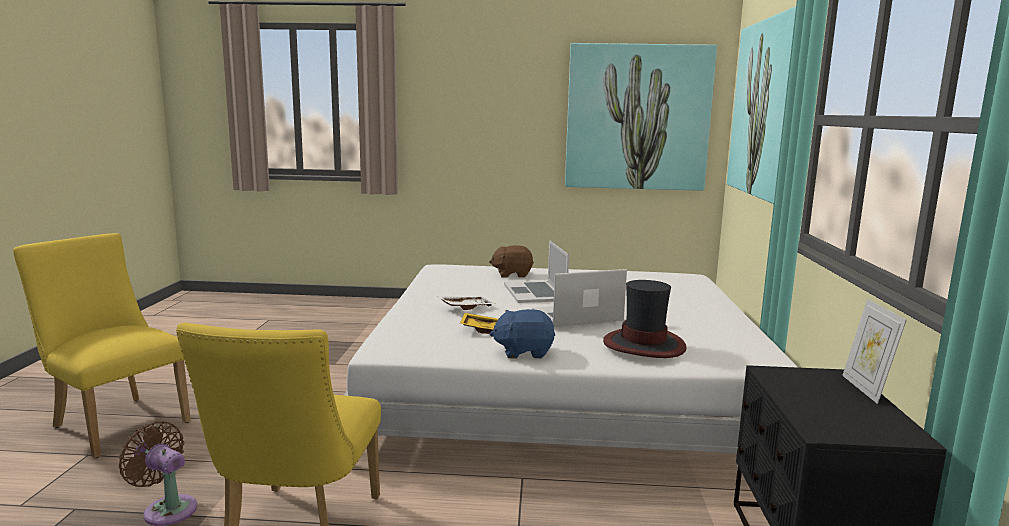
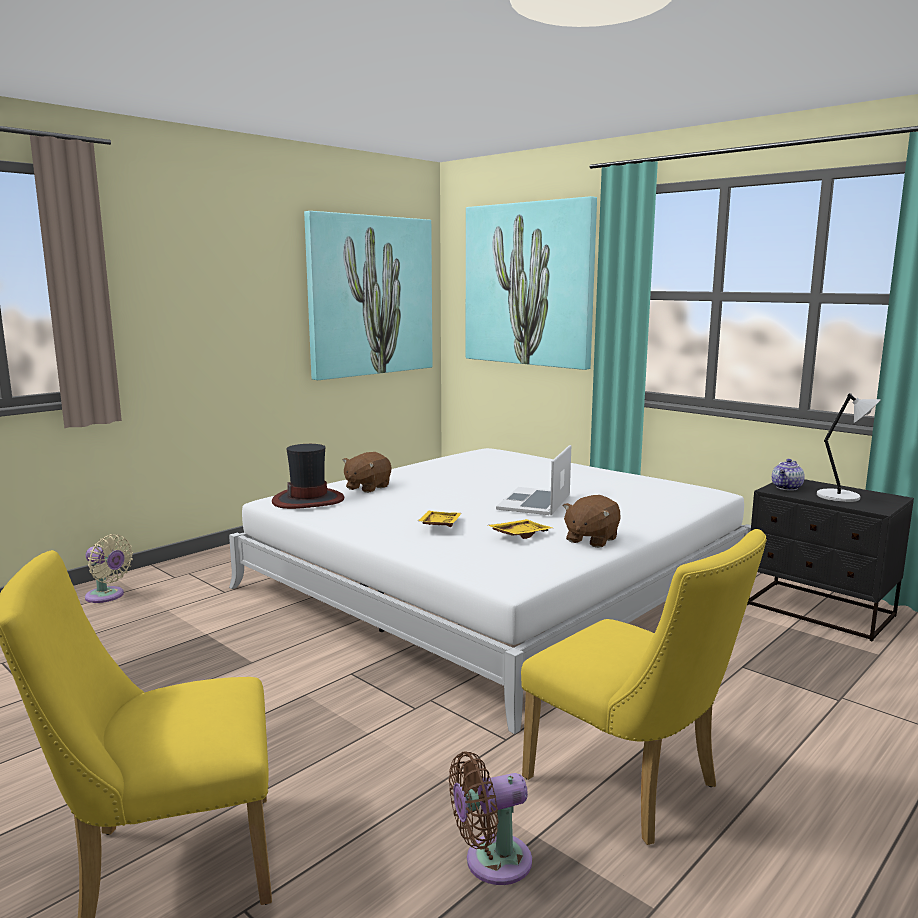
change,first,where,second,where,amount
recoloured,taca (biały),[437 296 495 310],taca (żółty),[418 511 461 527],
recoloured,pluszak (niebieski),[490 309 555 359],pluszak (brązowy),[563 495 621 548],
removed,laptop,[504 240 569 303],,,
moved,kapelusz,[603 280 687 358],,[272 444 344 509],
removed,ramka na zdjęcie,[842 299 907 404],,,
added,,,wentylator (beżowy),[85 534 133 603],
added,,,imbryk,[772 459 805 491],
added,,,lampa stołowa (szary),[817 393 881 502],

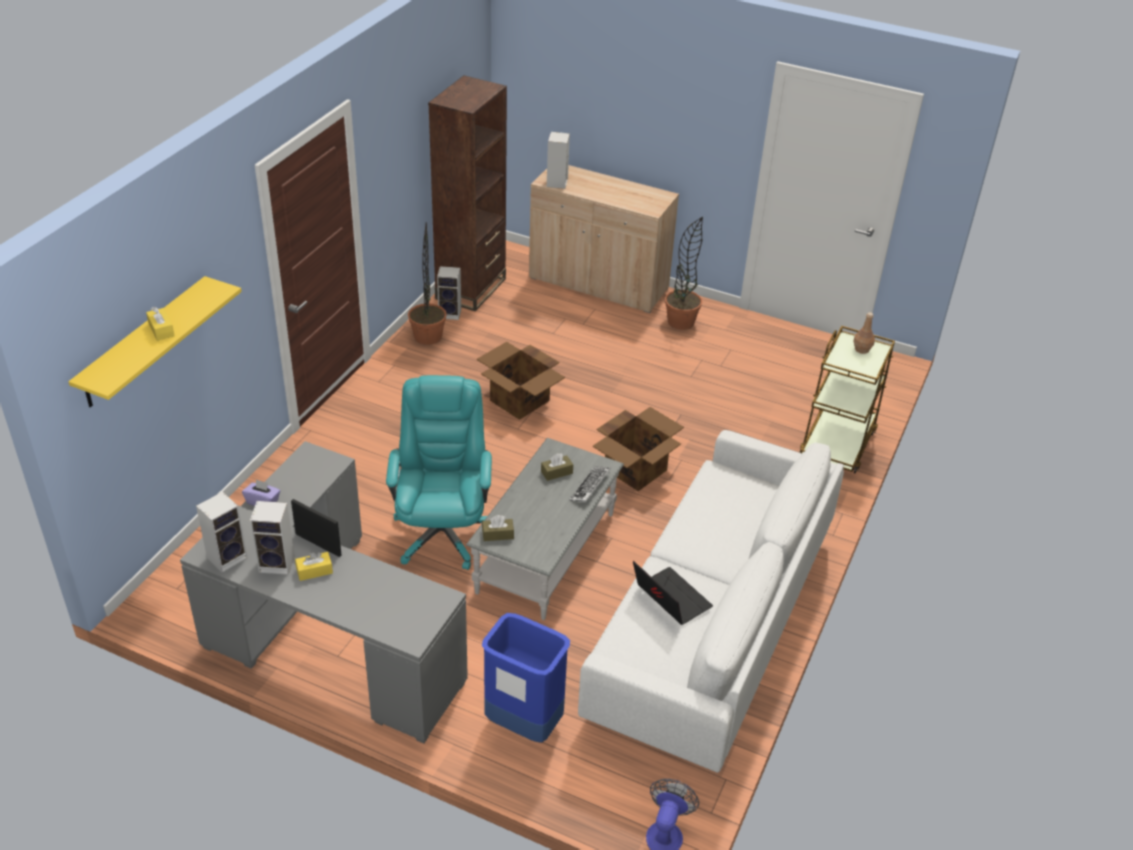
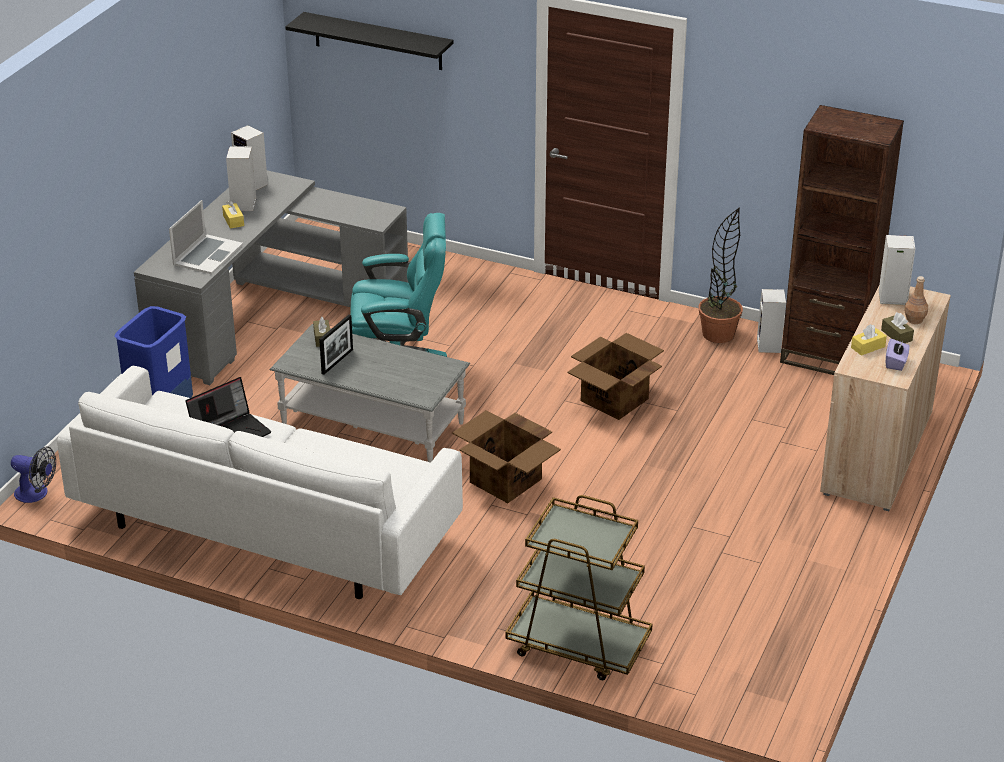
change,first,where,second,where,amount
recoloured,półka (żółty),[68 276 242 407],półka (czarny),[285 12 454 70],
moved,pudełko chusteczek (żółty),[146 307 175 341],,[851 324 887 356],
moved,pudełko chusteczek (fioletowy),[242 479 280 506],,[886 338 910 371],
moved,ramka na zdjęcie,[291 499 342 557],,[319 315 353 375],
moved,pudełko chusteczek (brązowy),[541 453 573 481],,[881 312 914 343],
removed,klawiatura,[569 467 611 502],,,
removed,roślina doniczkowa,[665 217 703 330],,,
moved,butelka (brązowy),[854 312 875 354],,[904 276 928 324],
added,,,laptop,[169 200 243 274],

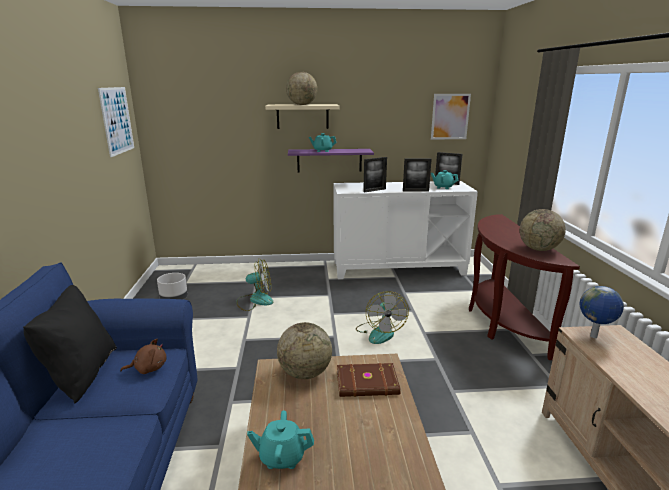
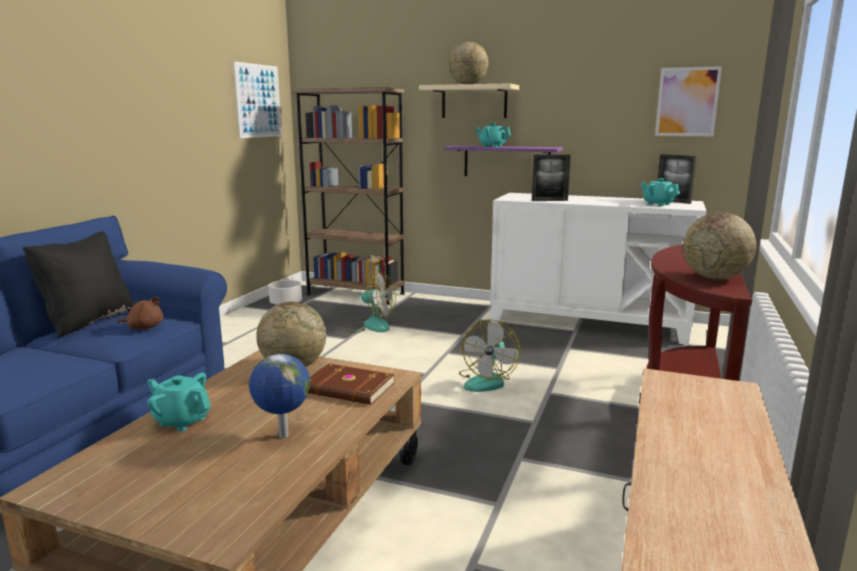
change,first,where,second,where,amount
removed,ramka na zdjęcie,[403 158 432 192],,,
moved,globus,[579 286 624 338],,[249 354 310 438],
added,,,regał (brązowy),[293 87 405 305],

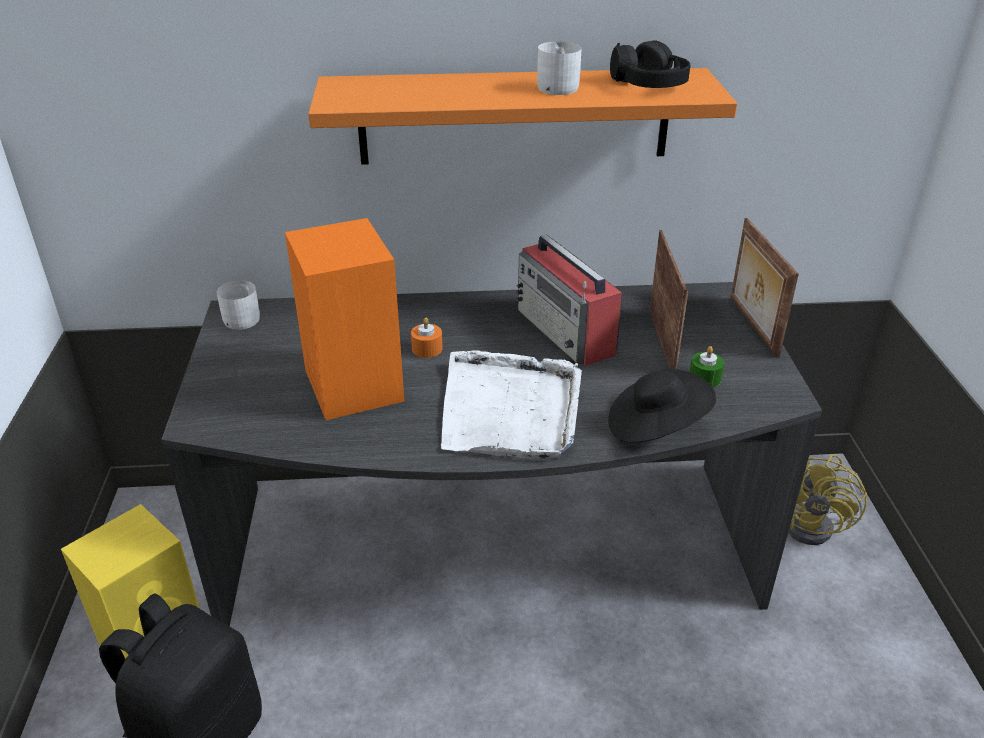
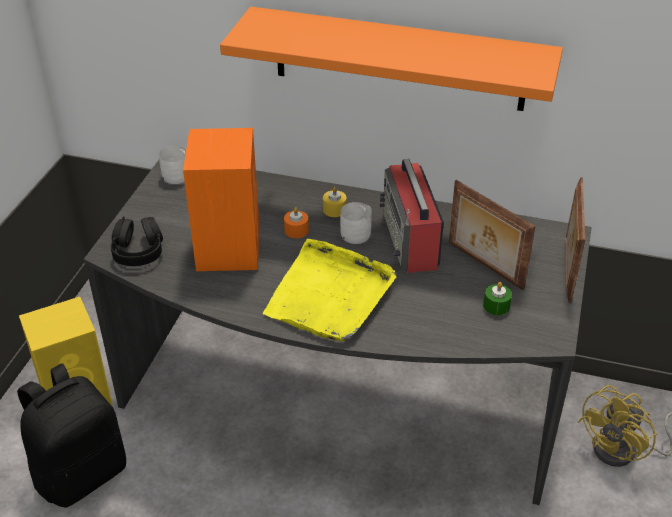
change,first,where,second,where,amount
recoloured,taca (biały),[441 350 582 459],taca (żółty),[263 239 396 342],
moved,kubek (biały),[537 41 582 95],,[340 202 372 244],
removed,kapelusz (czarny),[608 369 716 443],,,
moved,słuchawki (czarny),[610 40 690 88],,[111 216 163 266],
turned,ramka na zdjęcie,[650 230 688 369],,[449 180 535 290],120 degrees clockwise
added,,,świeca (żółty),[323 187 347 217],

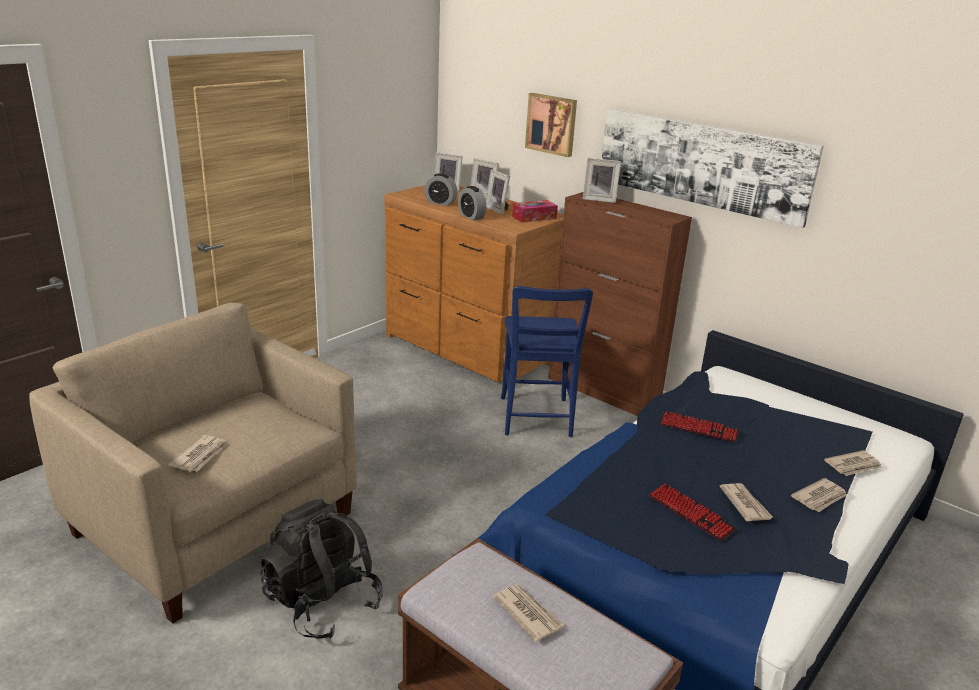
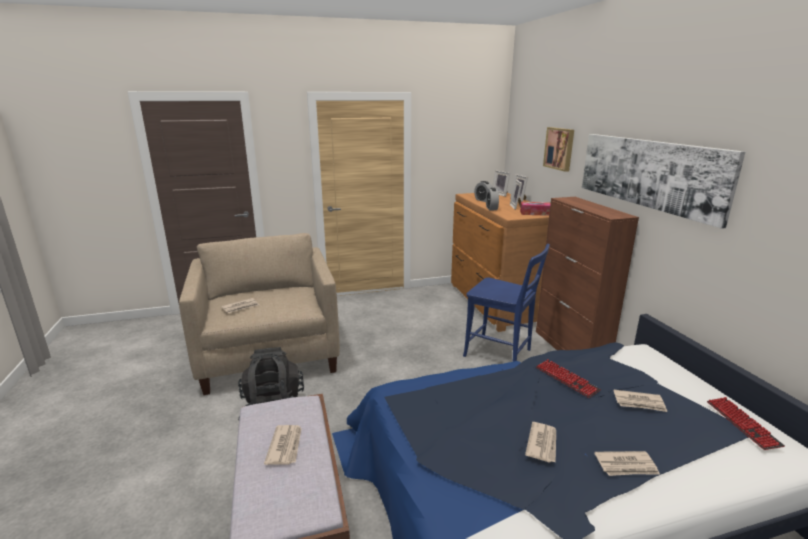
change,first,where,second,where,amount
turned,krzesło (niebieski),[501 286 593 437],,[463 244 550 361],90 degrees counterclockwise
removed,ramka na zdjęcie,[583 158 621 203],,,
moved,klawiatura,[649 483 737 541],,[707 397 785 450],
moved,gazeta,[824 450 882 476],,[613 390 667 412],

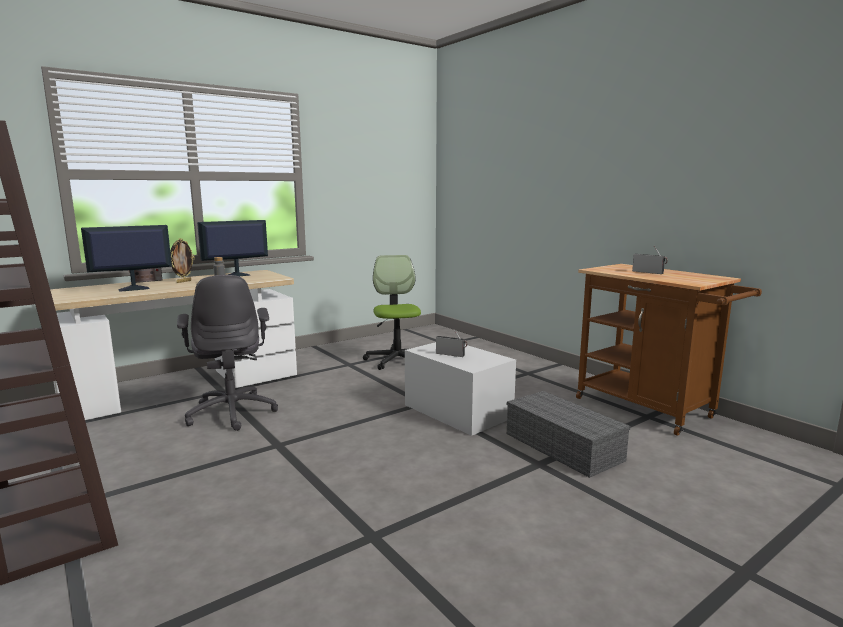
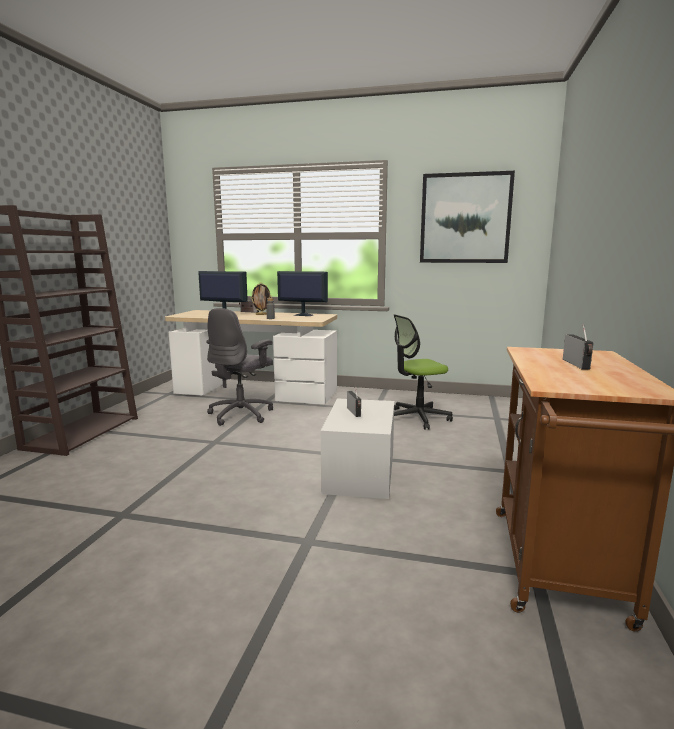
change,first,where,second,where,amount
turned,krzesło biurowe,[363 255 421 370],,[394 314 453 430],150 degrees counterclockwise
removed,pojemnik do przechowywania (szary),[507 391 631 478],,,
added,,,obraz,[420 171 515 263],

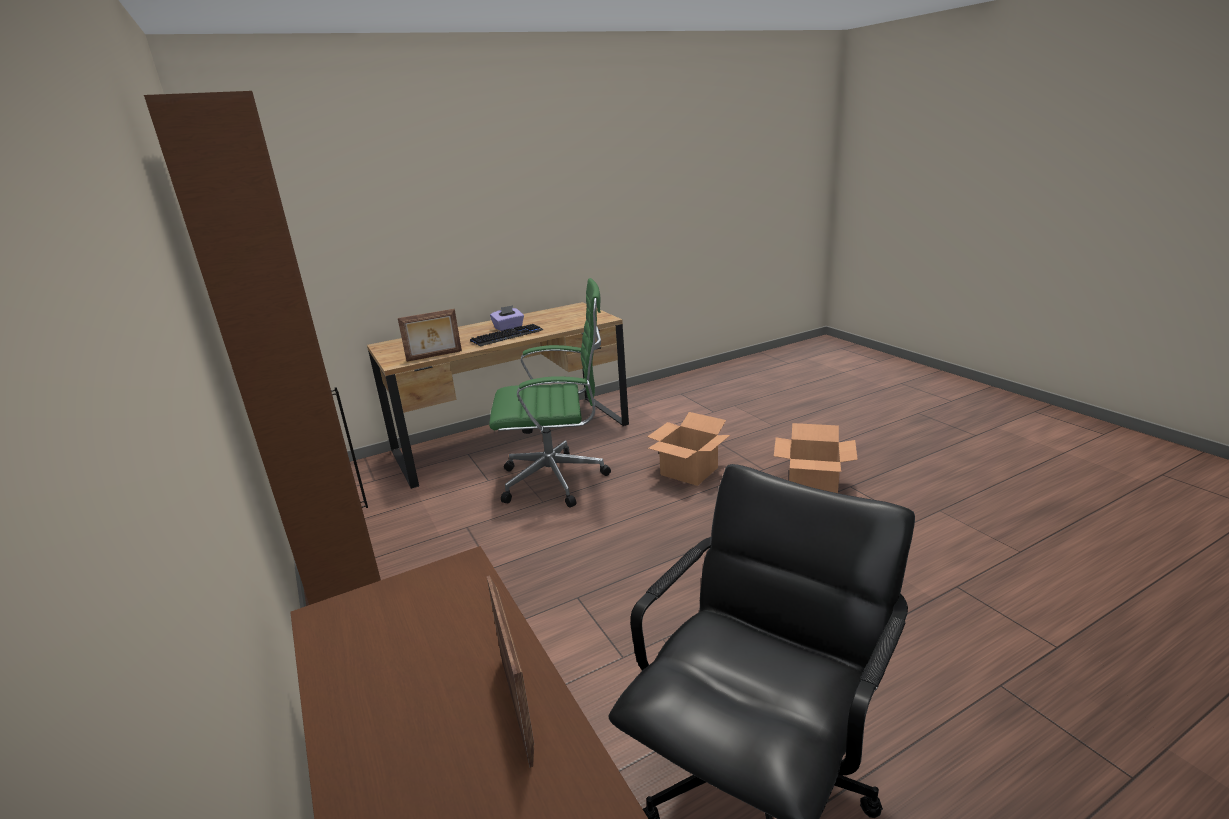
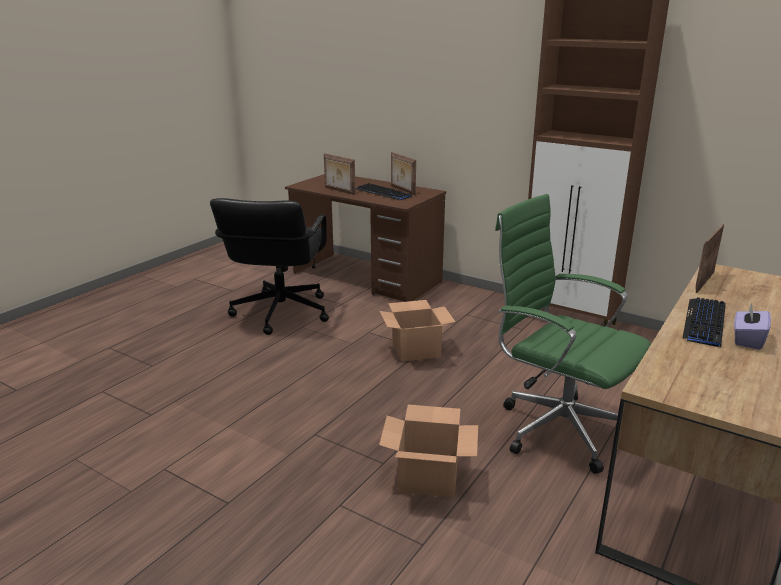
change,first,where,second,where,amount
turned,krzesło biurowe (zielony),[489 278 611 508],,[495 194 651 474],75 degrees clockwise
moved,karton,[774 423 858 493],,[380 300 455 362],
added,,,klawiatura,[356 183 412 200],
added,,,ramka na zdjęcie,[391 152 416 195],

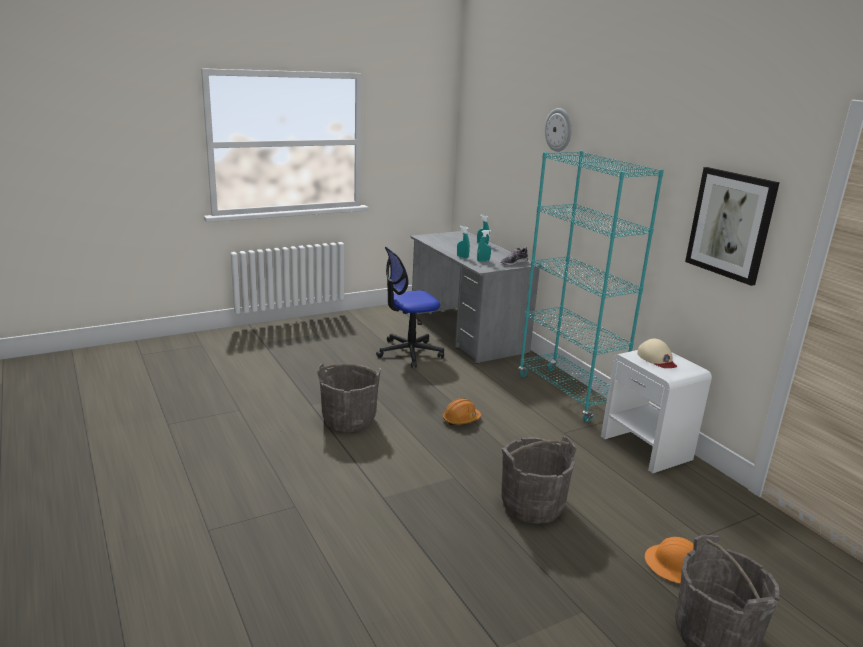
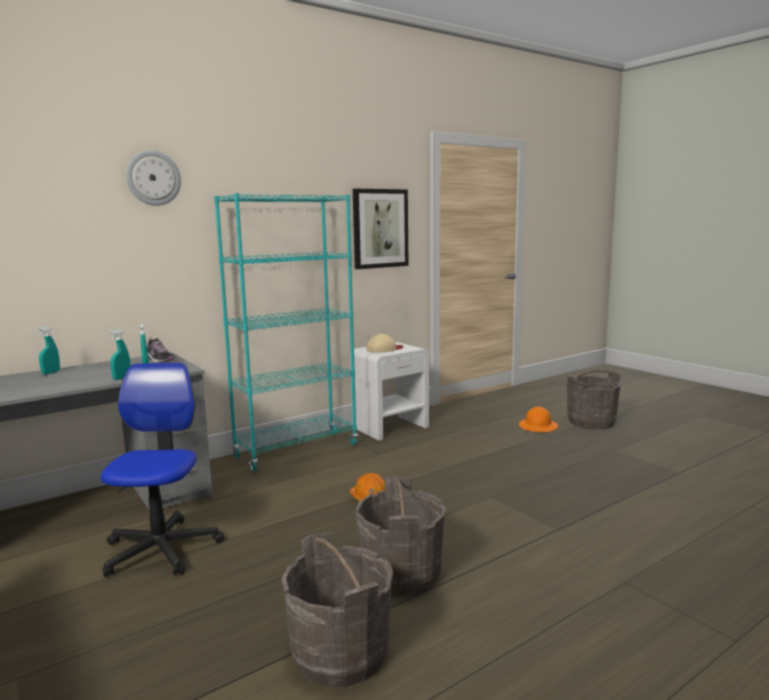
change,first,where,second,where,amount
turned,krzesło biurowe,[376 246 444 368],,[101 363 225 577],150 degrees counterclockwise
moved,wiadro (szary),[501 437 576 524],,[282 533 393 688],

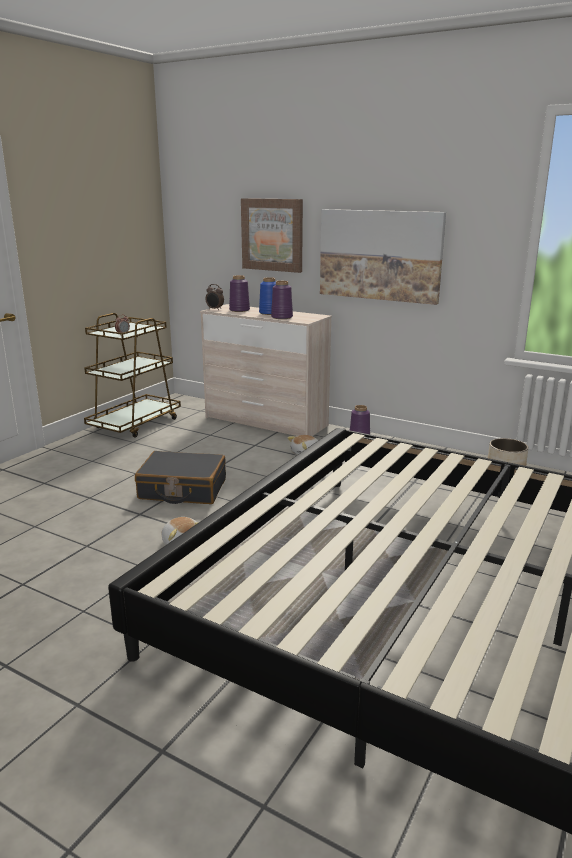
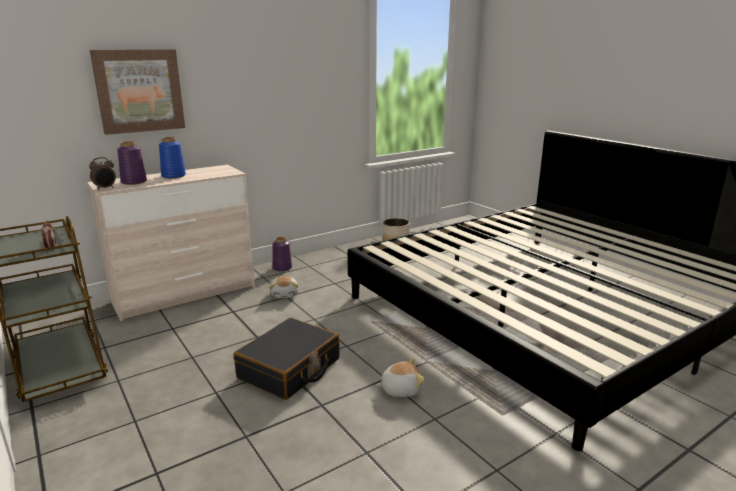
change,first,where,second,where,amount
removed,wazon (fioletowy),[271 281 293 319],,,
removed,obraz,[320 209 446 305],,,

